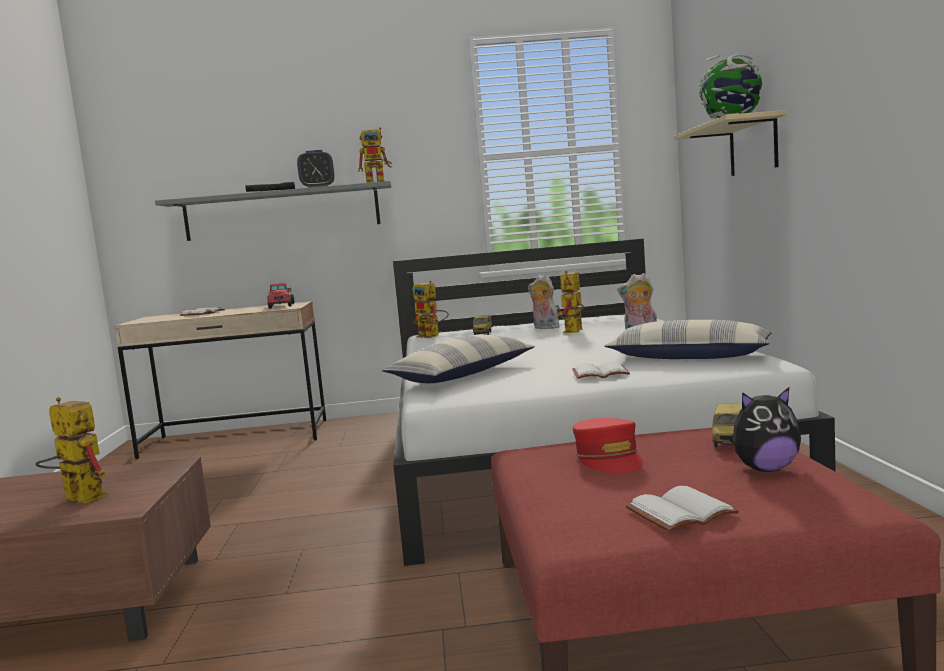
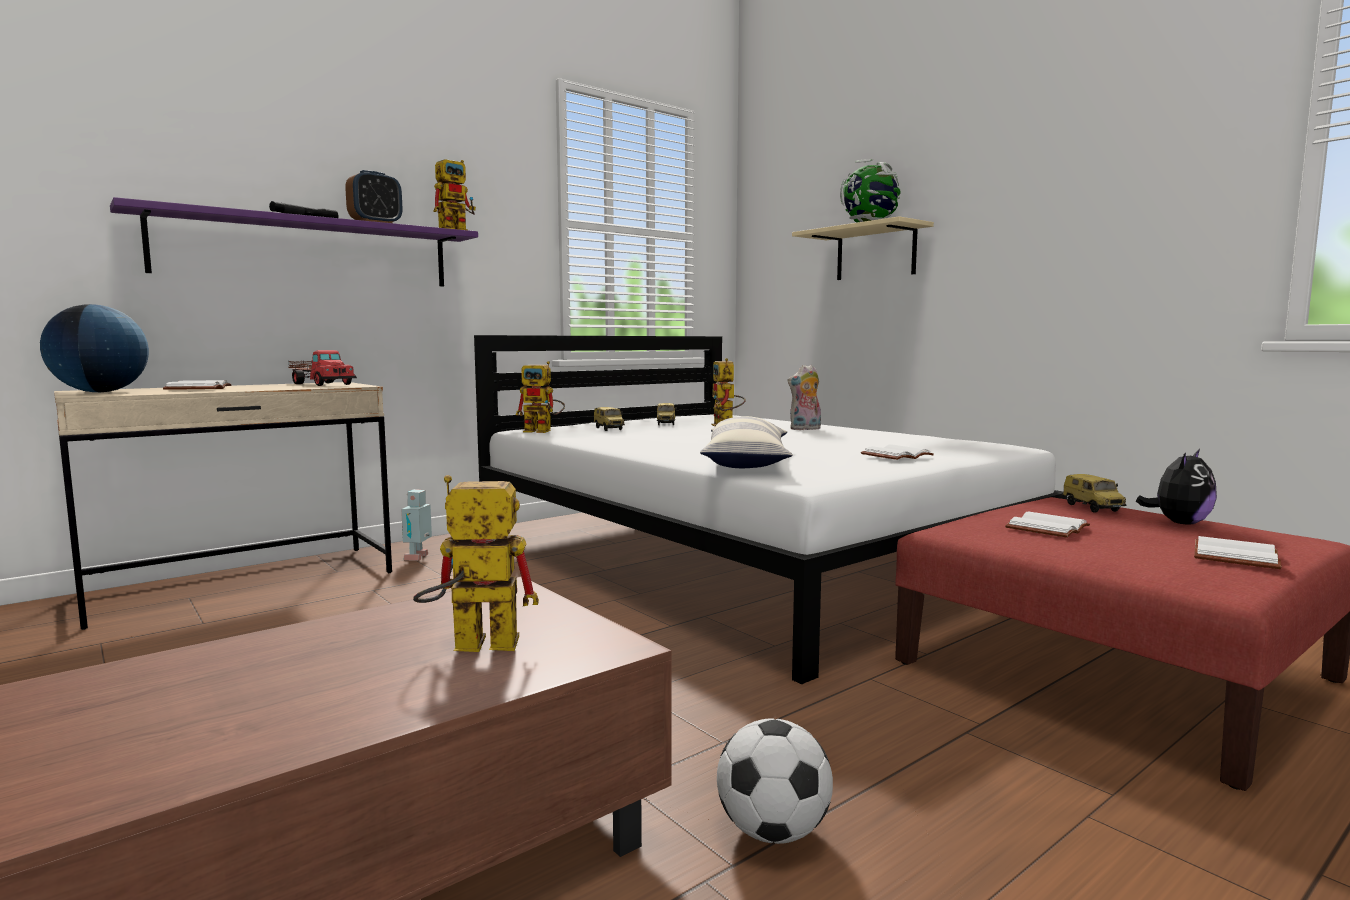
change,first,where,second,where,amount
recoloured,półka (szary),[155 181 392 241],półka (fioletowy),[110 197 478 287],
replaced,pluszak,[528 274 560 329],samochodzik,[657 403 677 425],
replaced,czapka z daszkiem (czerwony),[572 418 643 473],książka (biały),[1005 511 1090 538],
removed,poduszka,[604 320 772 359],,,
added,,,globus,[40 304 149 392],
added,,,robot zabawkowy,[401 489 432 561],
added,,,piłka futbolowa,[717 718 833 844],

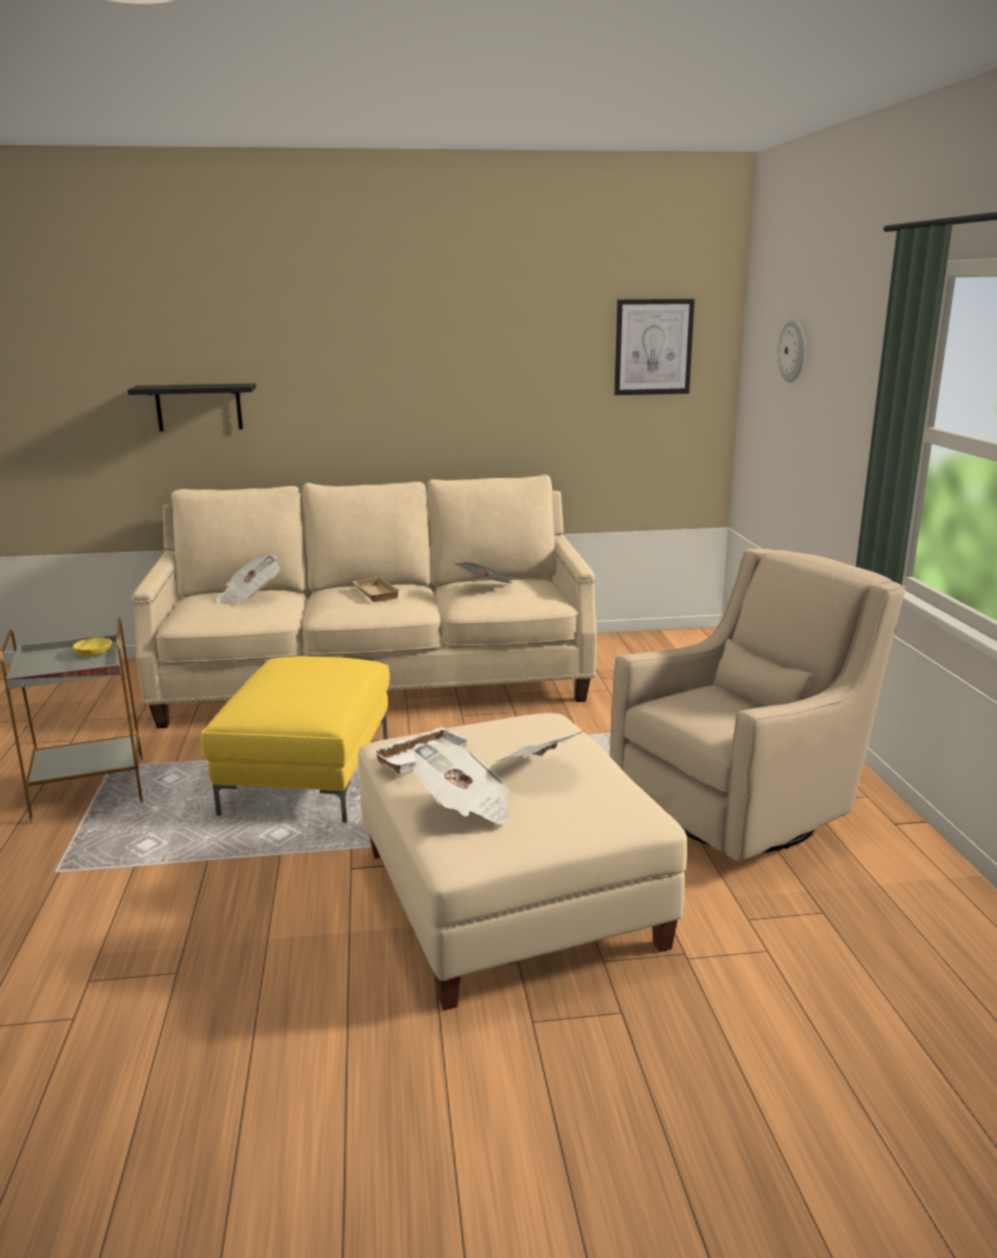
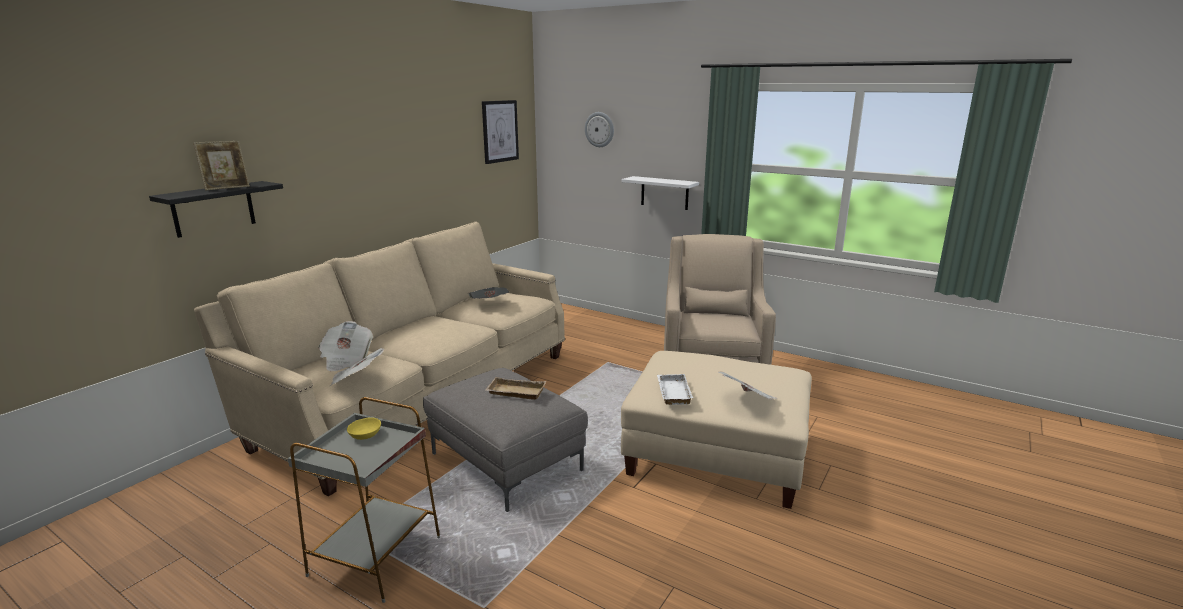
change,first,where,second,where,amount
recoloured,pufa (żółty),[201 656 390 823],pufa (szary),[423 368 588 512],
moved,taca (beżowy),[352 576 400 602],,[485 377 546 400],
moved,gazeta,[495 731 585 762],,[330 347 384 386],
added,,,ramka na zdjęcie,[194 141 250 190],
added,,,półka (biały),[621 176 699 210],

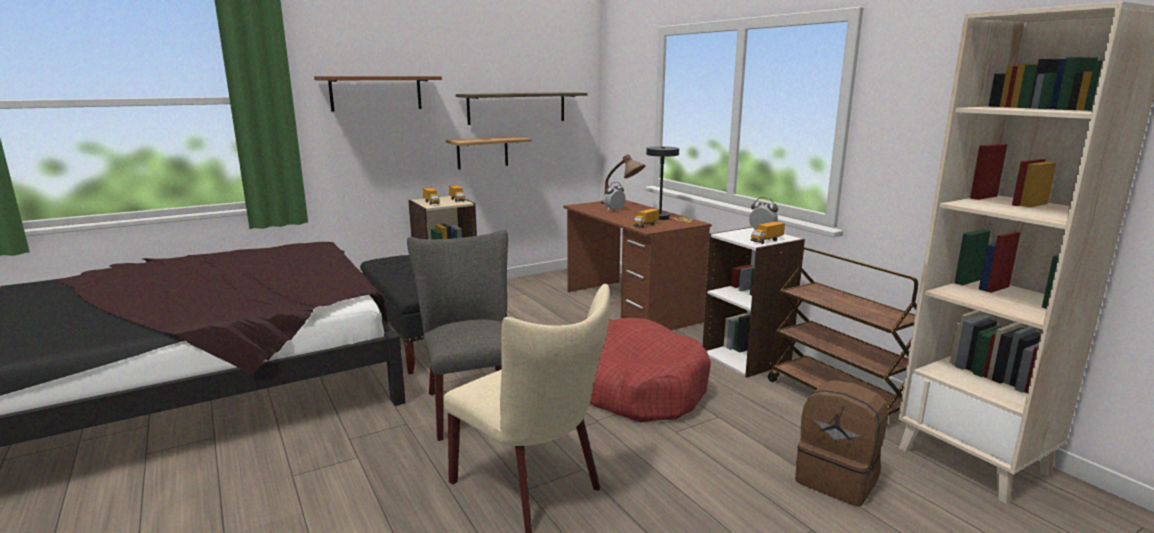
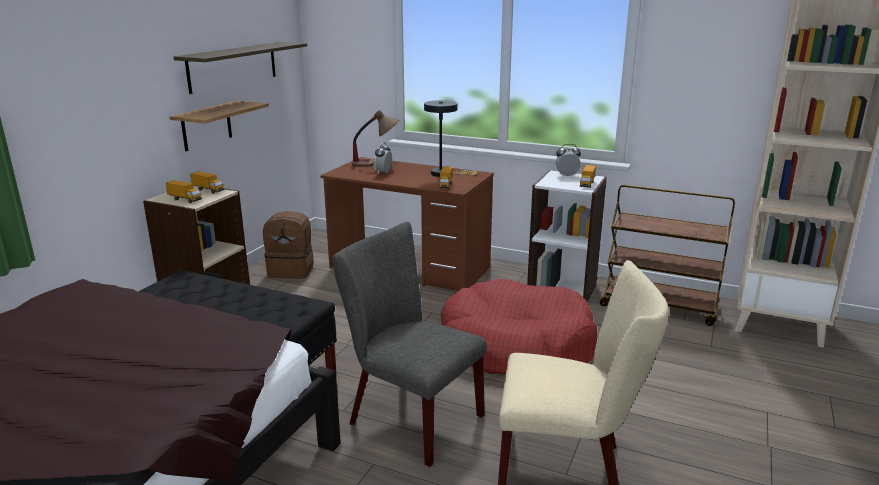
change,first,where,second,where,amount
removed,półka (brązowy),[314 76 442 111],,,
moved,plecak (brązowy),[795 380 889 506],,[263 211 314 279],

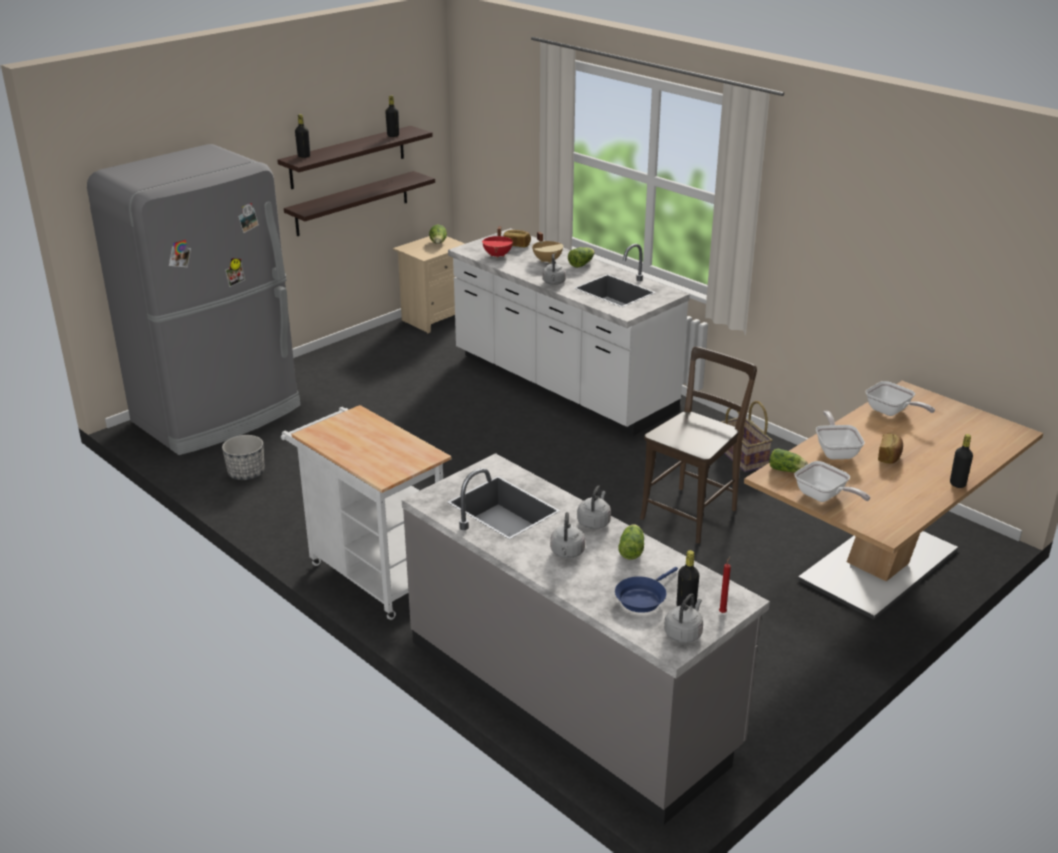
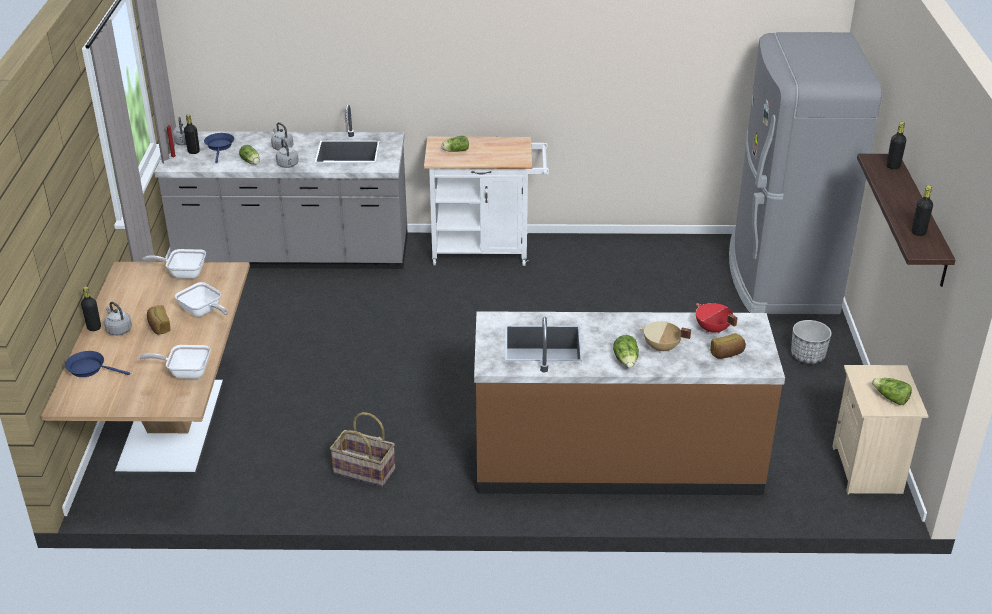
change,first,where,second,where,amount
moved,donica,[222 435 265 480],,[791 320 832 364],
removed,półka,[284 171 435 236],,,
recoloured,zabudowa kuchenna (biały),[448 228 690 436],zabudowa kuchenna (brązowy),[474 311 785 495],
moved,czajnik (szary),[542 254 566 285],,[104 302 132 335],
removed,krzesło (brązowy),[640 346 757 544],,,
moved,sałata,[769 449 808 473],,[441 136 469 152],
added,,,patelnia (niebieski),[65 351 130 377],

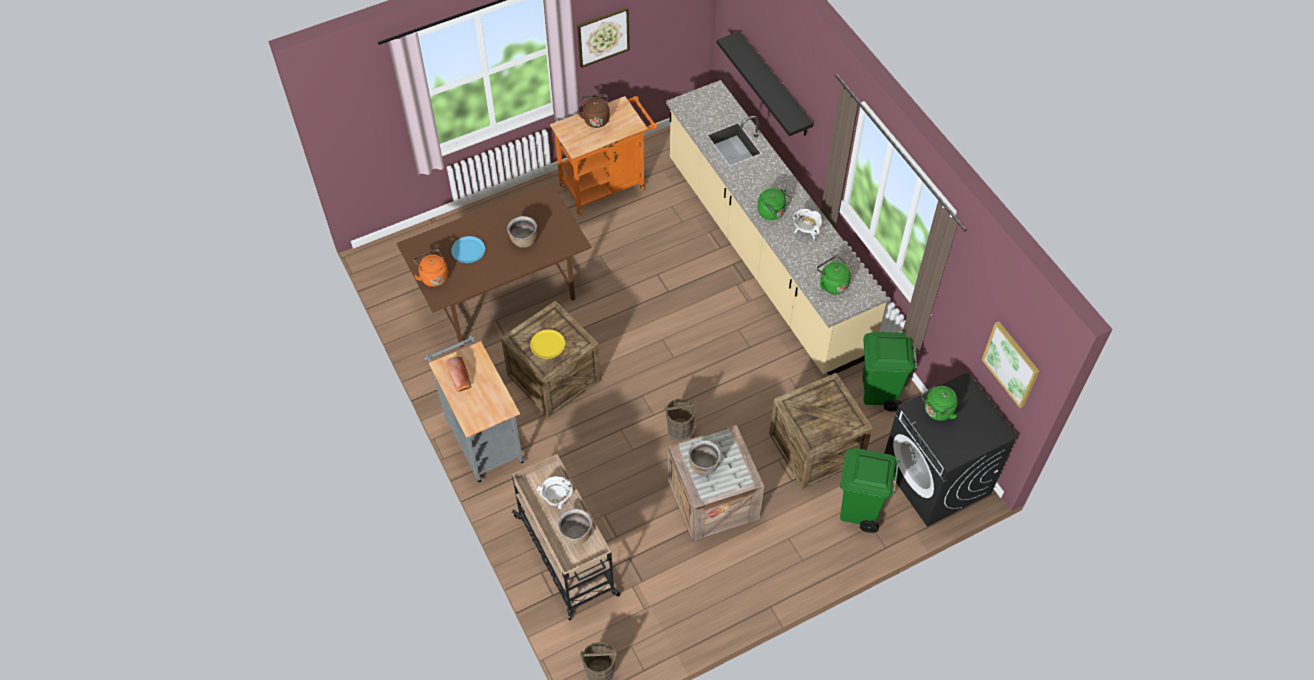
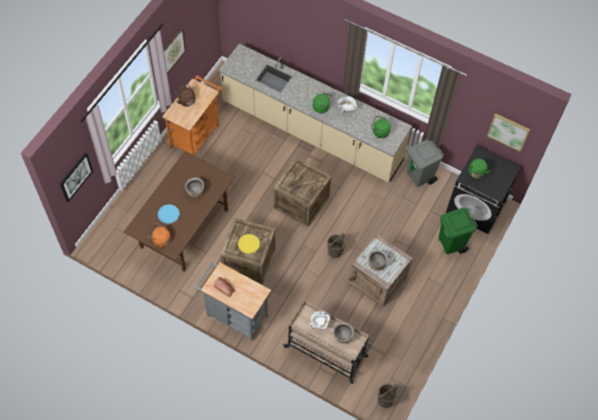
change,first,where,second,where,amount
removed,półka (czarny),[717 31 813 136],,,
moved,skrzynka,[769 373 873 489],,[274 157 332 227],
recoloured,kosz na śmieci (zielony),[862 332 918 412],kosz na śmieci (szary),[407 139 444 187],
added,,,obraz,[60 152 93 202],

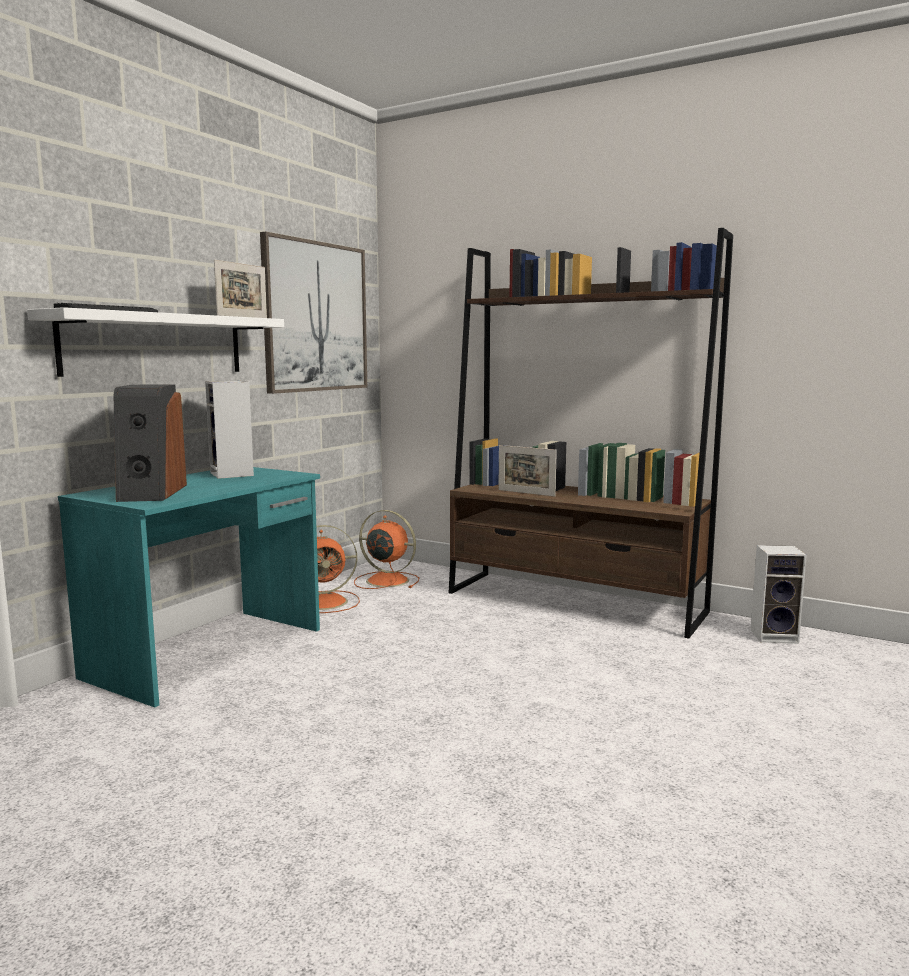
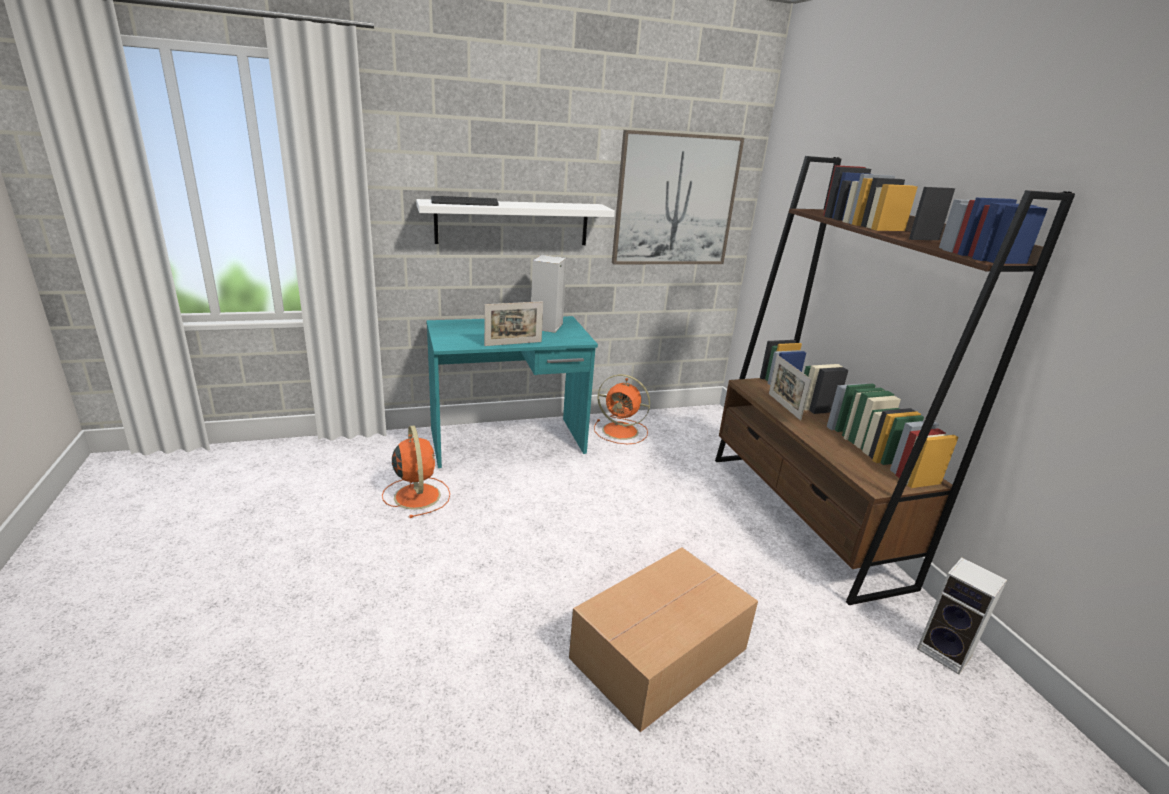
change,first,where,second,where,amount
removed,głośnik,[113 384 187 502],,,
moved,ramka na zdjęcie,[214 259 267 318],,[484 301 543 346],
moved,wentylator (pomarańczowy),[354 510 419 589],,[382 426 450 518],
added,,,karton,[569 547 758 732],

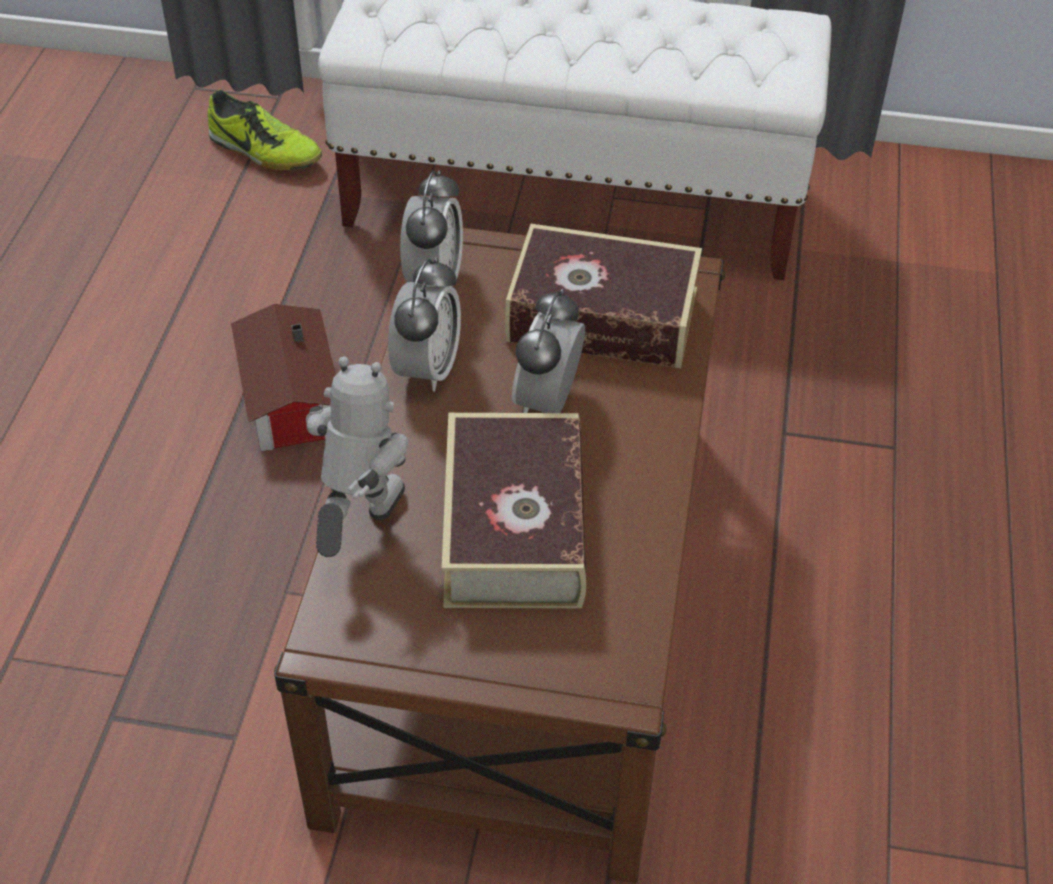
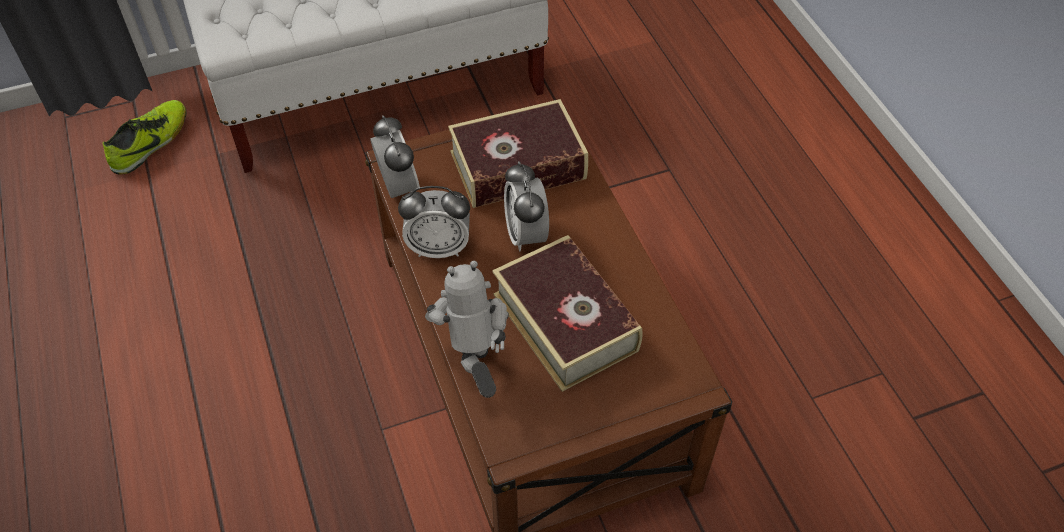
change,first,where,second,where,amount
turned,but,[208 90 322 170],,[102 100 186 175],60 degrees counterclockwise
removed,domek,[231 304 336 451],,,
turned,budzik,[388 257 461 392],,[398 186 470 258],105 degrees clockwise

